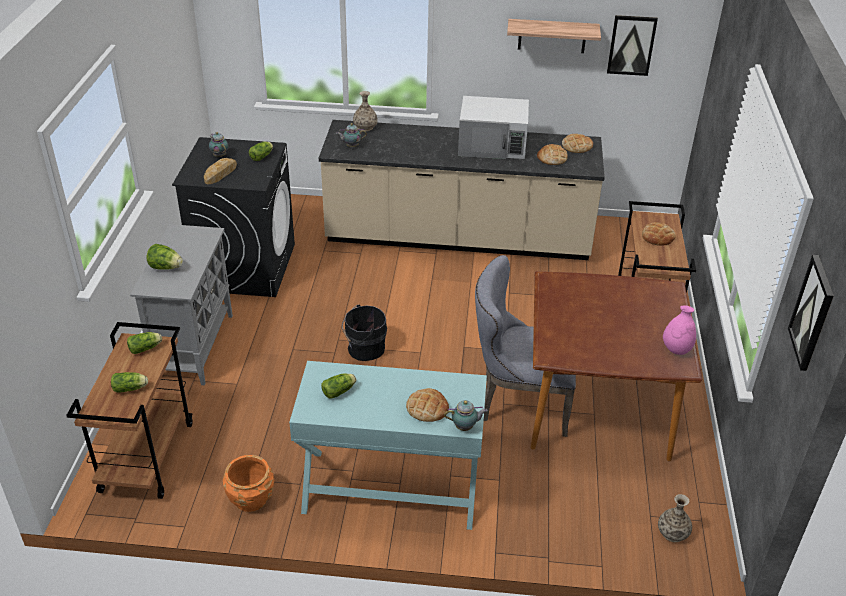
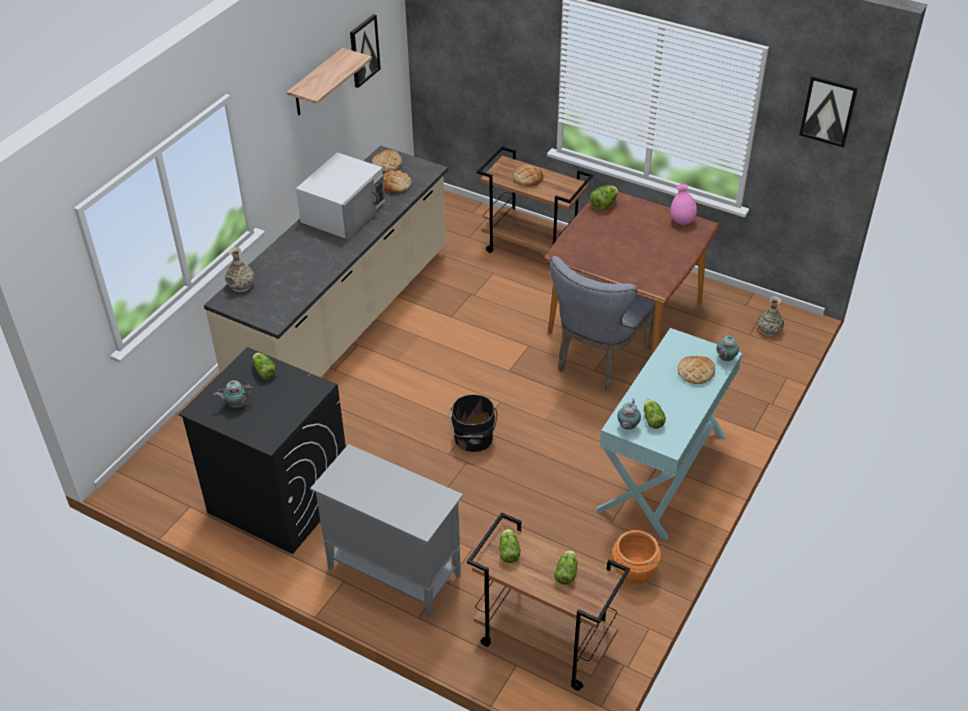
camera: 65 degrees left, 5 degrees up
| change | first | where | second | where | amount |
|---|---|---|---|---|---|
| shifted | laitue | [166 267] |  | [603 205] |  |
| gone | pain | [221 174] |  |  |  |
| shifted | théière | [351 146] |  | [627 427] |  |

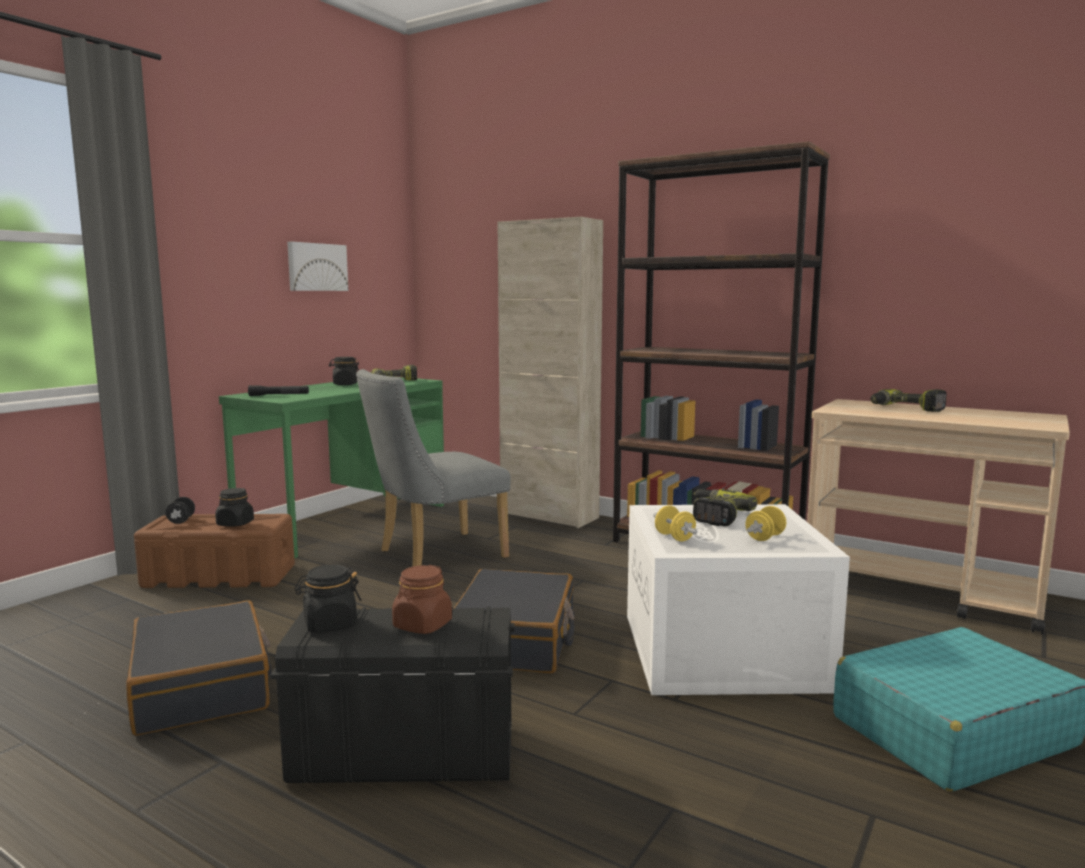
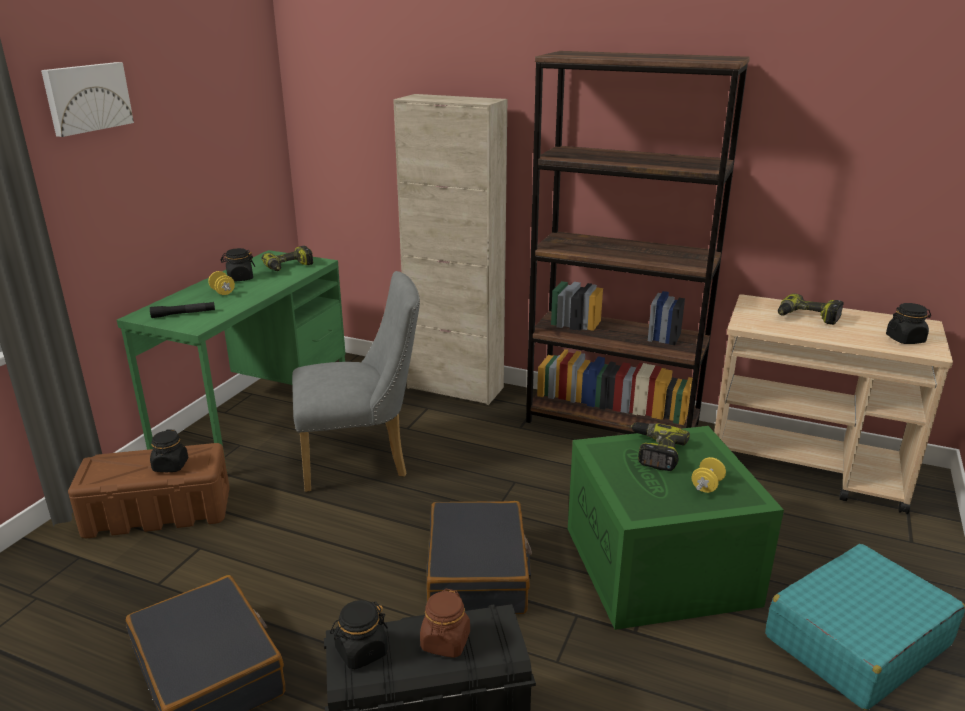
camera: 10 degrees left, 15 degrees up
| change | first | where | second | where | amount |
|---|---|---|---|---|---|
| gone | haltère/noir | [181 520] |  |  |  |
| shifted | tableau | [316 267] |  | [87 98] |  |
| rotated | chaise/gris | [433 556] |  | [362 459] | 150 degrees counterclockwise |
| repainted | boîte de rangement/blanc | [725 652] | boîte de rangement/vert | [662 566] |  |
| shifted | haltère/jaune | [674 537] |  | [222 292] |  |
| new |  |  | bocal/noir | [905 339] |  |

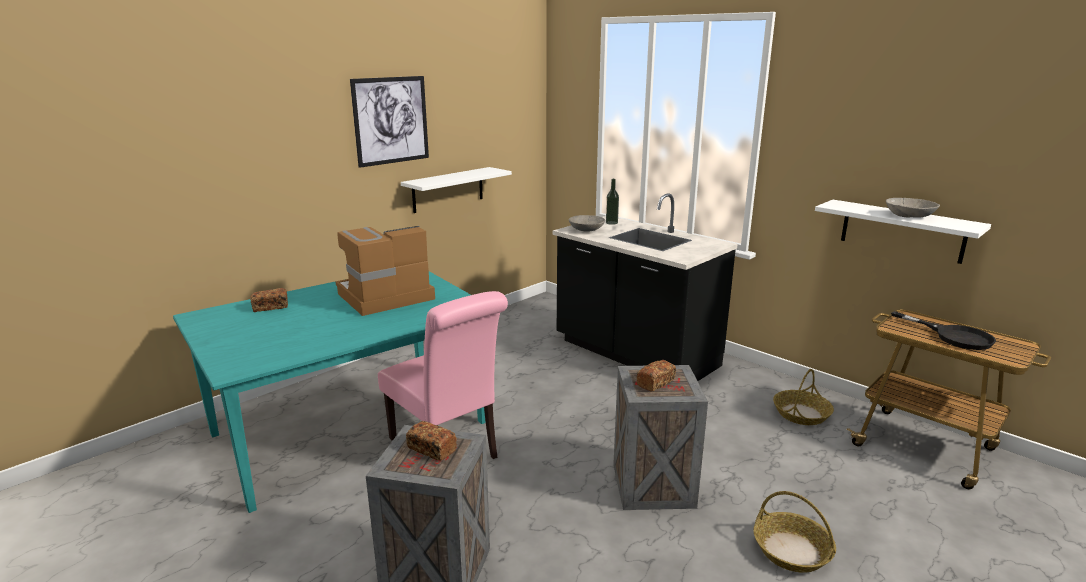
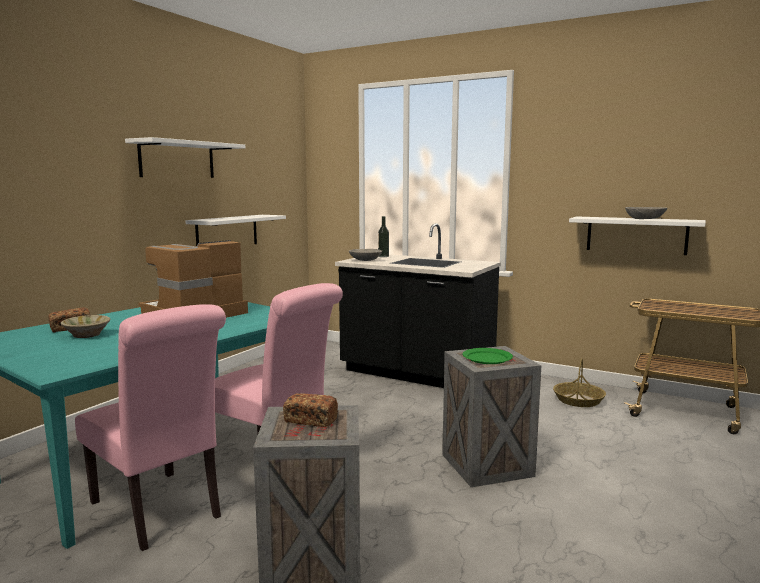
camera: 15 degrees left, 10 degrees down
| change | first | where | second | where | amount |
|---|---|---|---|---|---|
| swapped | tableau | [391 120] | étagère/blanc | [177 160] |  |
| swapped | pain | [655 382] | assiette/vert | [487 358] |  |
| gone | panier | [792 551] |  |  |  |
| gone | poêle/noir | [954 336] |  |  |  |
| new |  |  | bol/beige | [87 335] |  |
| new |  |  | chaise/rose | [160 512] |  |

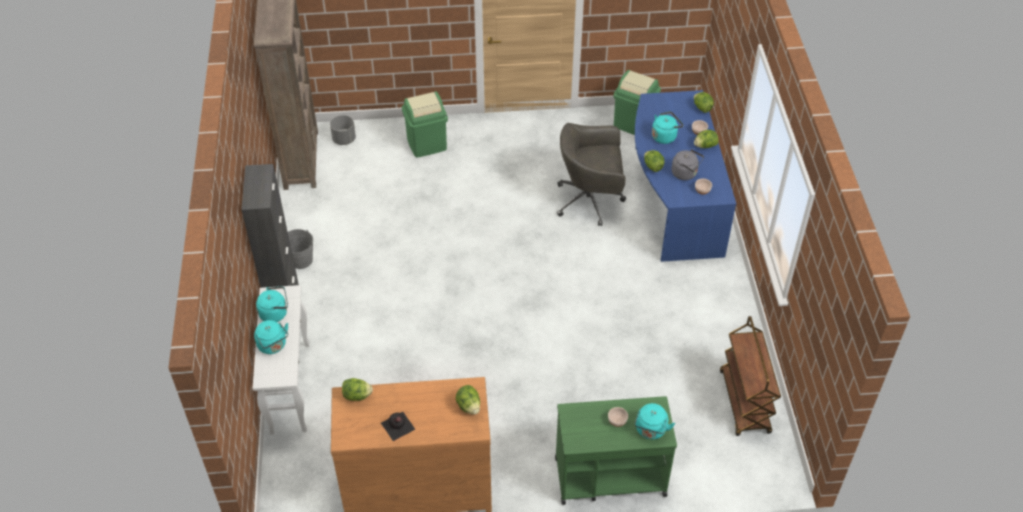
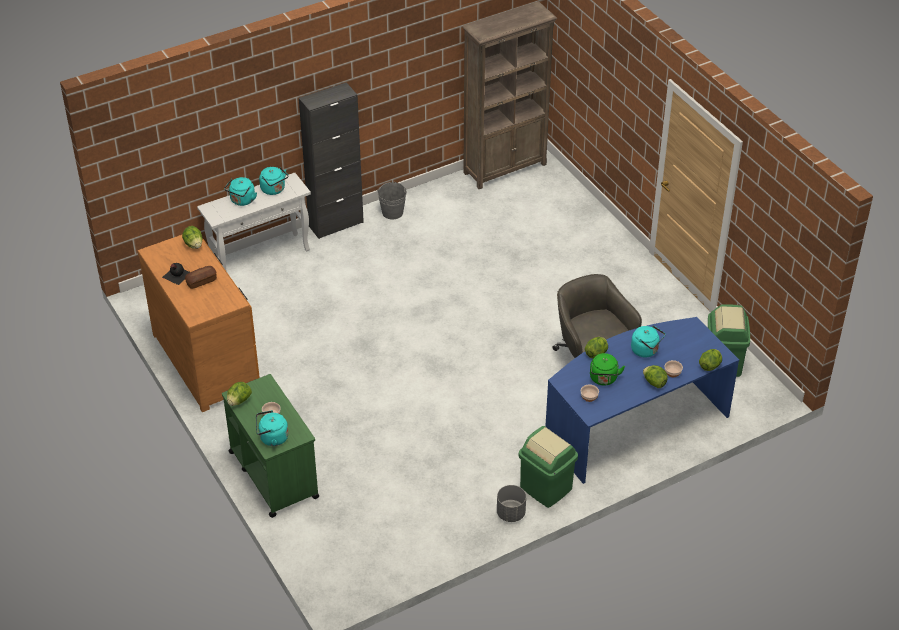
camera: 65 degrees right, 5 degrees down
| change | first | where | second | where | amount |
|---|---|---|---|---|---|
| shifted | cache-pot/gris | [344 139] |  | [511 513] |  |
| shifted | poubelle/vert | [426 144] |  | [546 488] |  |
| shifted | laitue | [469 406] |  | [239 401] |  |
| repainted | bouilloire/gris | [686 173] | bouilloire/vert | [603 379] |  |
| gone | chariot/marron | [745 402] |  |  |  |
| new |  |  | pain | [201 281] |  |

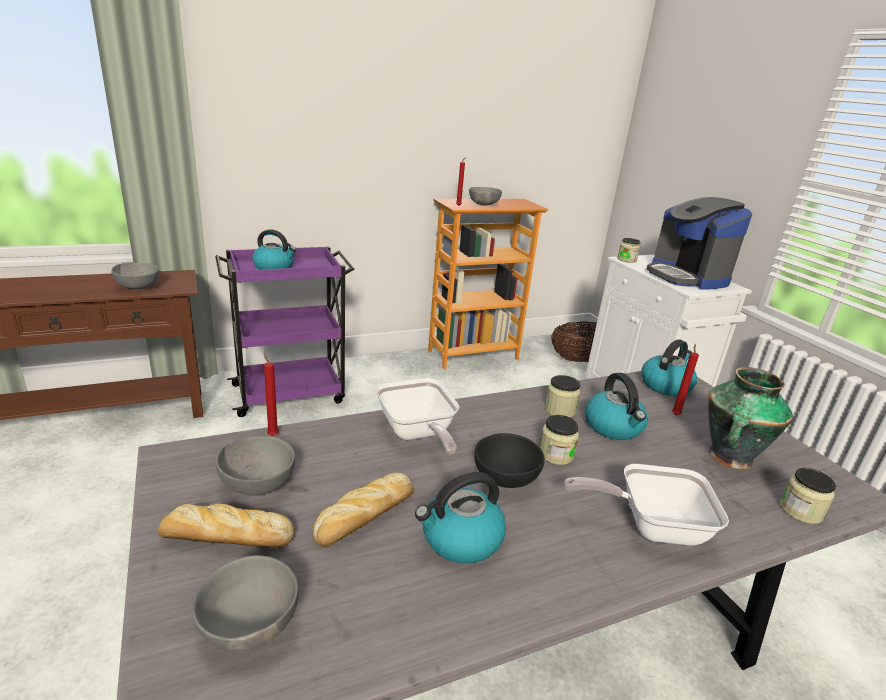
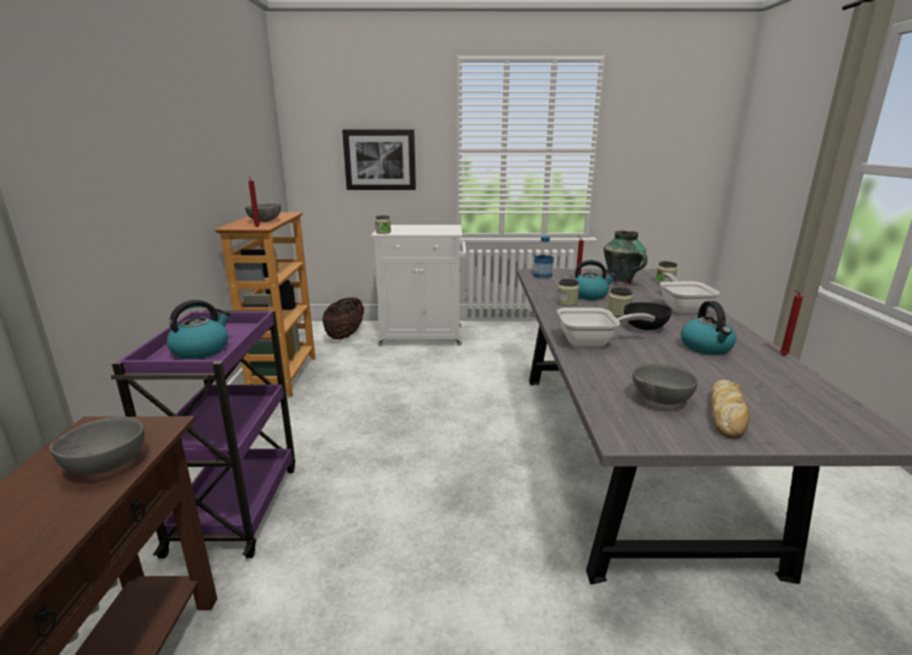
camera: 65 degrees left, 5 degrees down
| change | first | where | second | where | amount |
|---|---|---|---|---|---|
| gone | bol/gris | [249 628] |  |  |  |
| shifted | bougie/rouge | [272 435] |  | [782 355] |  |
| gone | pain | [364 516] |  |  |  |
| rotated | poêle | [650 525] |  | [682 308] | 150 degrees clockwise |
| swapped | bouilloire | [665 385] | bouteille | [542 276] |  |
| gone | machine à café | [687 277] |  |  |  |
| new |  |  | tableau | [380 160] |  |

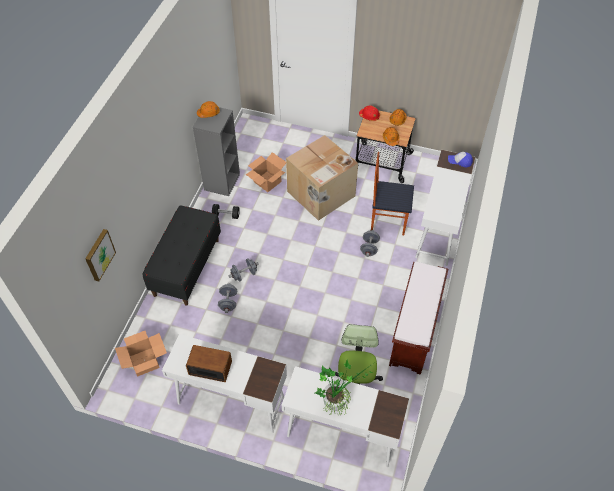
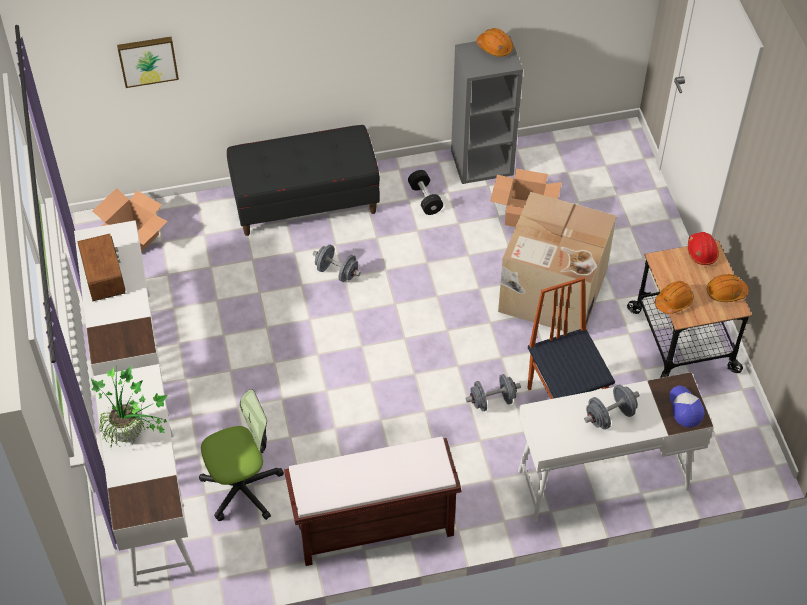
camera: 60 degrees right, 0 degrees up
| change | first | where | second | where | amount |
|---|---|---|---|---|---|
| shifted | haltère/gris | [228 302] |  | [610 416] |  |

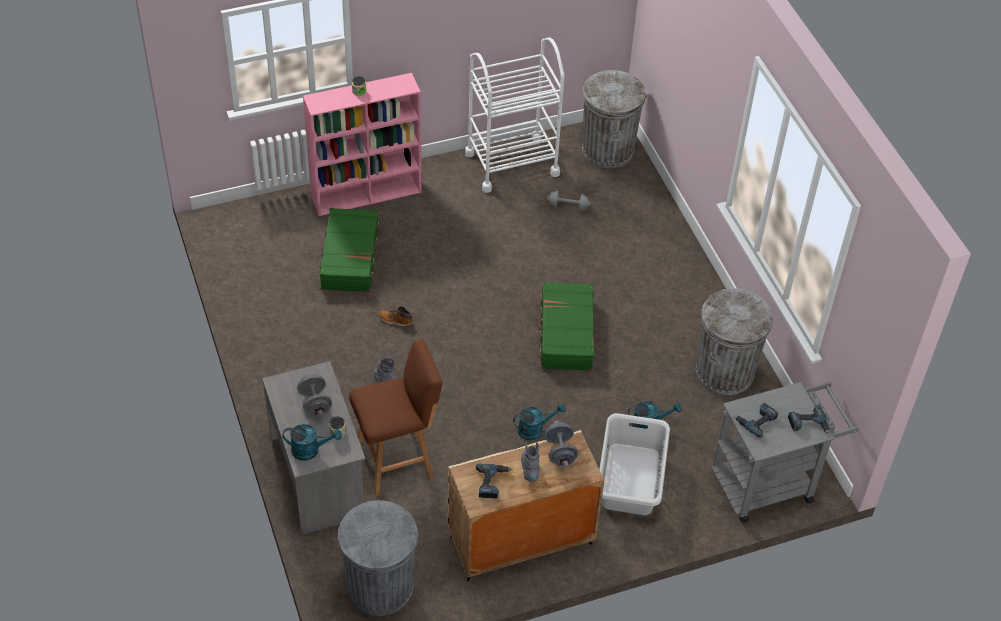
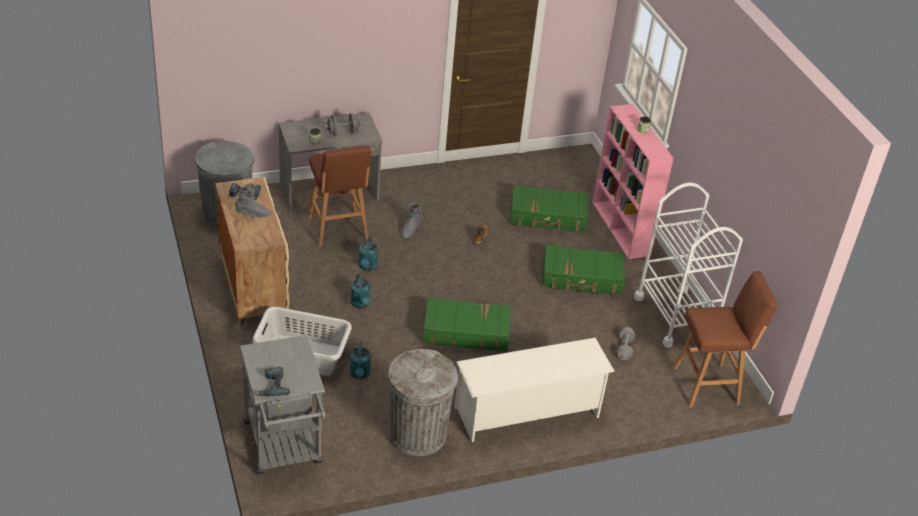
camera: 90 degrees right, 10 degrees down
| change | first | where | second | where | amount |
|---|---|---|---|---|---|
| shifted | arrosoir/turquoise | [310 450] |  | [367 267] |  |
| gone | haltère/gris | [560 452] |  |  |  |
| swapped | poubelle/gris | [608 150] | tabouret/marron | [708 385] |  |
| gone | perceuse | [756 420] |  |  |  |
| new |  |  | étagère à chaussures/blanc | [527 412] |  |
| new |  |  | valise/vert | [581 278] |  |

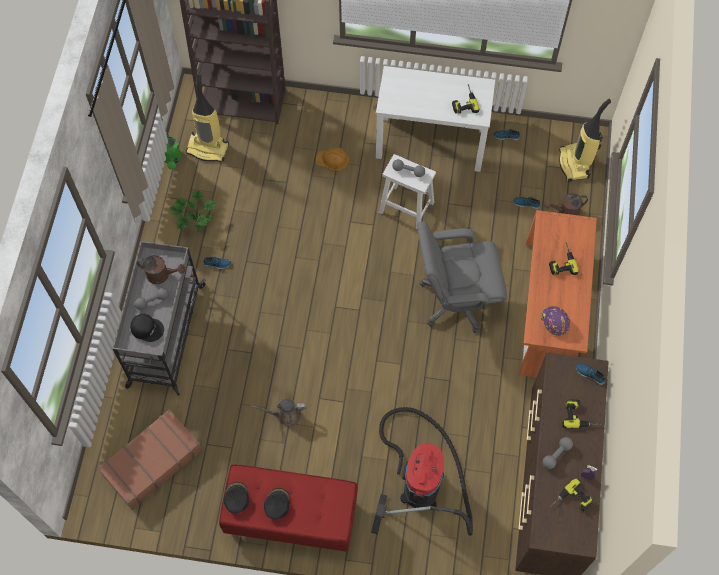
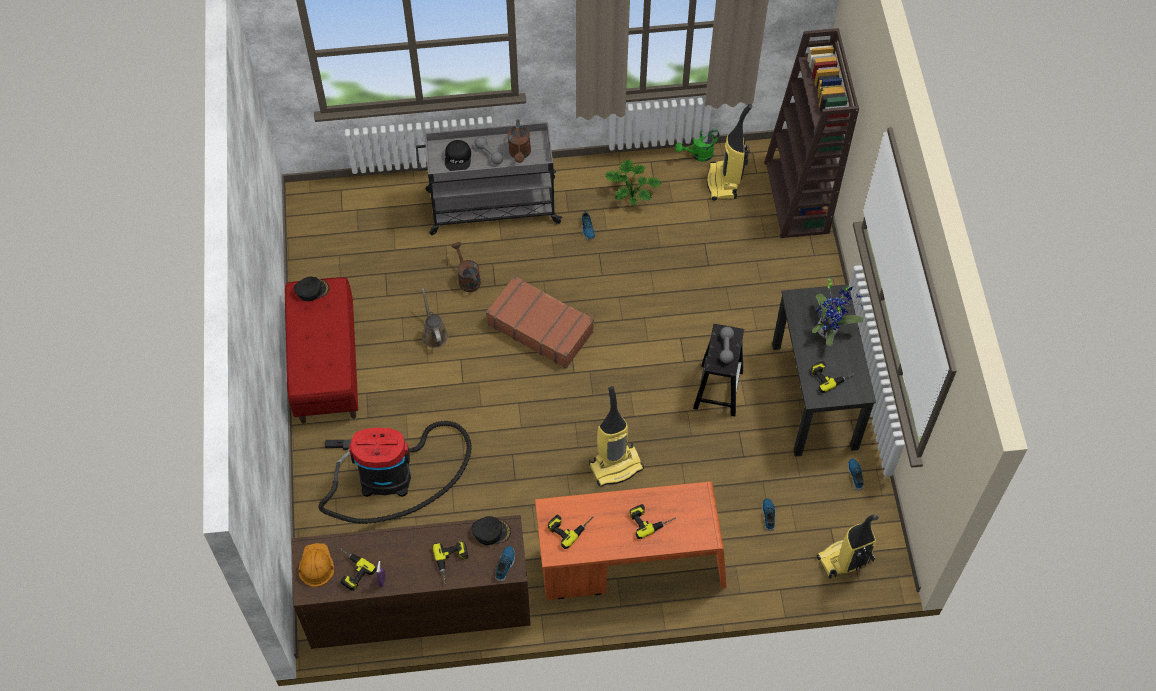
camera: 75 degrees right, 5 degrees down
| change | first | where | second | where | amount |
|---|---|---|---|---|---|
| shifted | valise/marron | [152 462] |  | [540 327] |  |
| shifted | casquette/noir | [277 504] |  | [491 531] |  |
| shifted | casque de chantier/orange | [332 160] |  | [316 565] |  |
| repainted | bureau/blanc | [431 143] | bureau/noir | [814 396] |  |
| repainted | tabouret/blanc | [405 207] | tabouret/noir | [718 388] |  |
| swapped | chaise de bureau/gris | [456 300] | aspirateur | [616 465] |  |
| swapped | casque de chantier/violet | [554 322] | perceuse | [570 526] |  |
| gone | haltère/gris | [556 454] |  |  |  |
| shifted | arrosoir/marron | [565 212] |  | [467 278] |  |
| new |  |  | plante en pot | [829 330] |  |

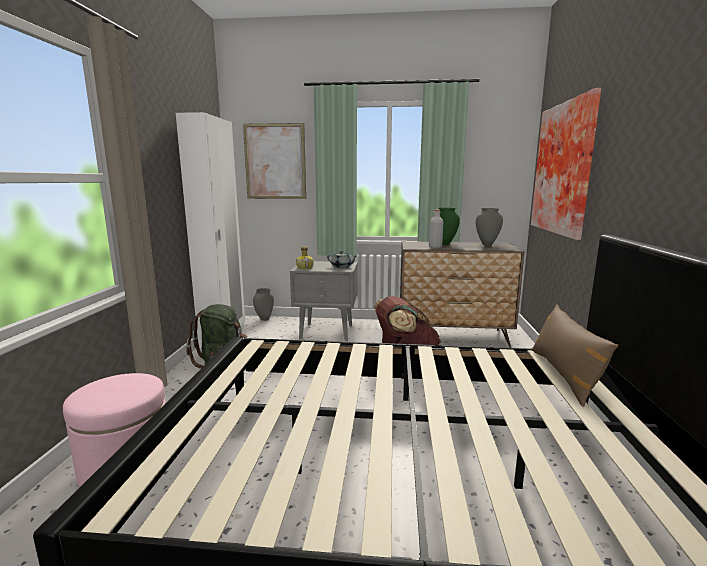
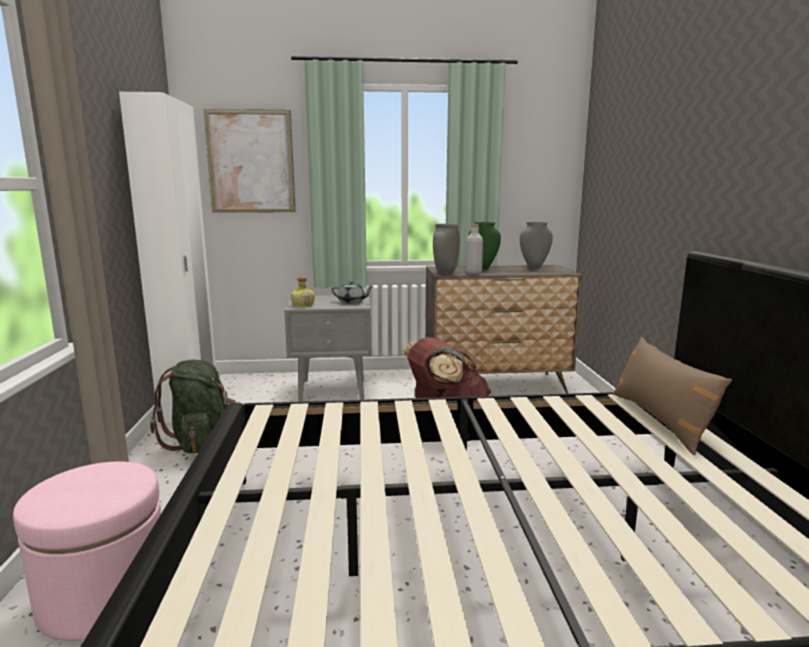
camera: 10 degrees left, 0 degrees up
| change | first | where | second | where | amount |
|---|---|---|---|---|---|
| shifted | vase/gris | [264 319] |  | [445 272] |  |
| gone | tableau | [566 169] |  |  |  |

